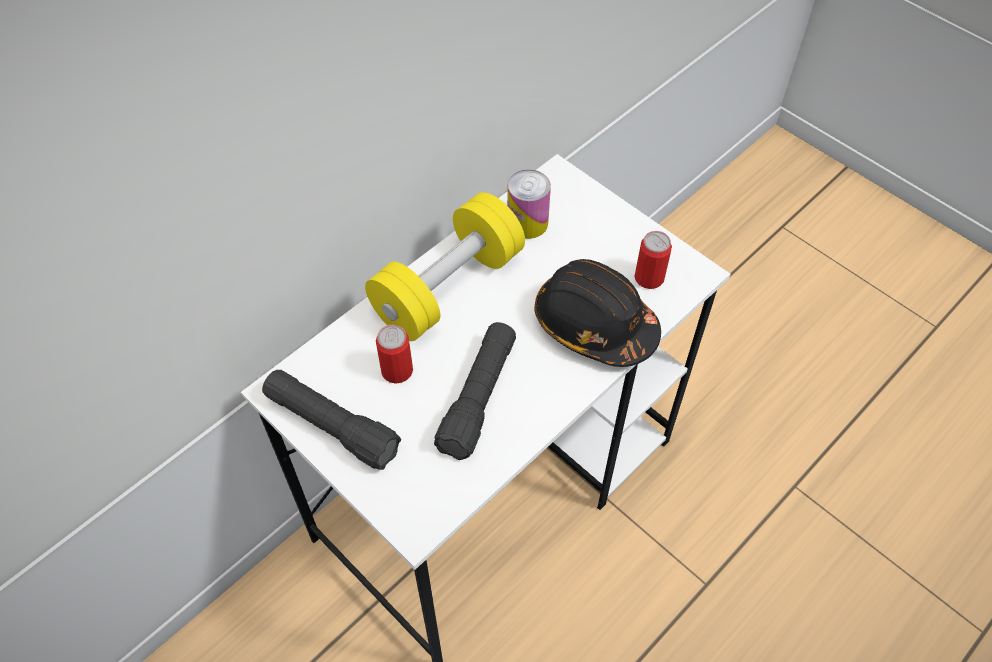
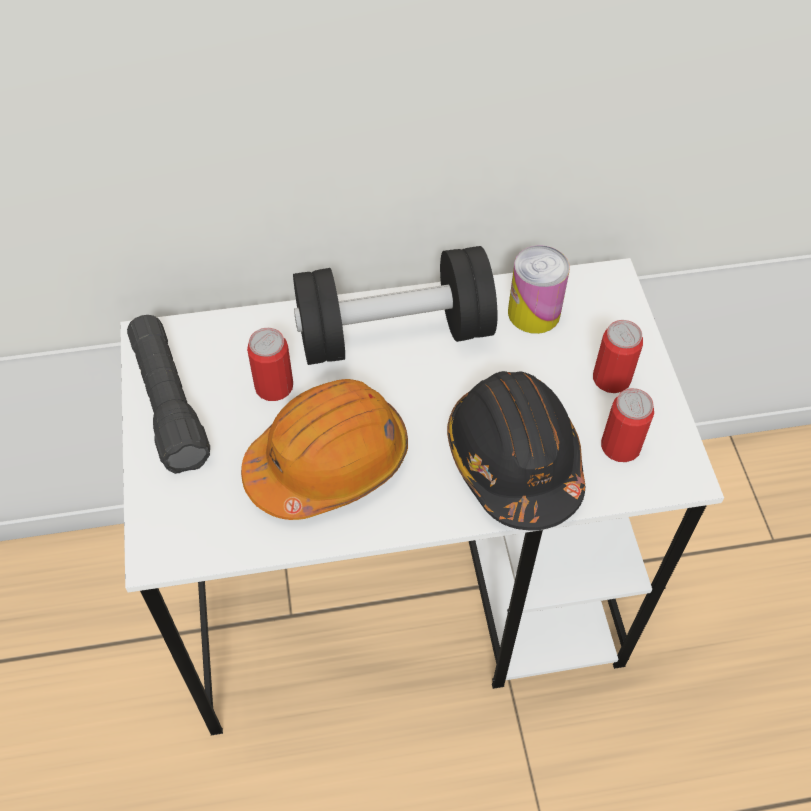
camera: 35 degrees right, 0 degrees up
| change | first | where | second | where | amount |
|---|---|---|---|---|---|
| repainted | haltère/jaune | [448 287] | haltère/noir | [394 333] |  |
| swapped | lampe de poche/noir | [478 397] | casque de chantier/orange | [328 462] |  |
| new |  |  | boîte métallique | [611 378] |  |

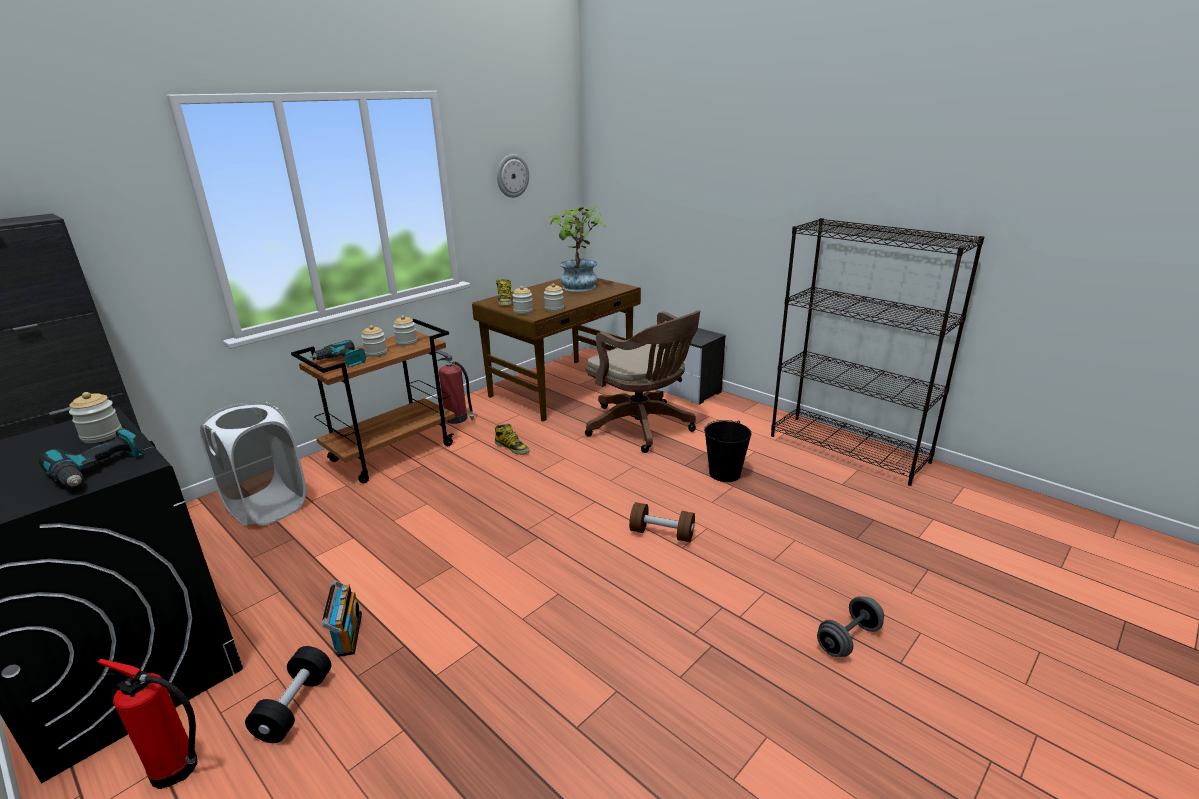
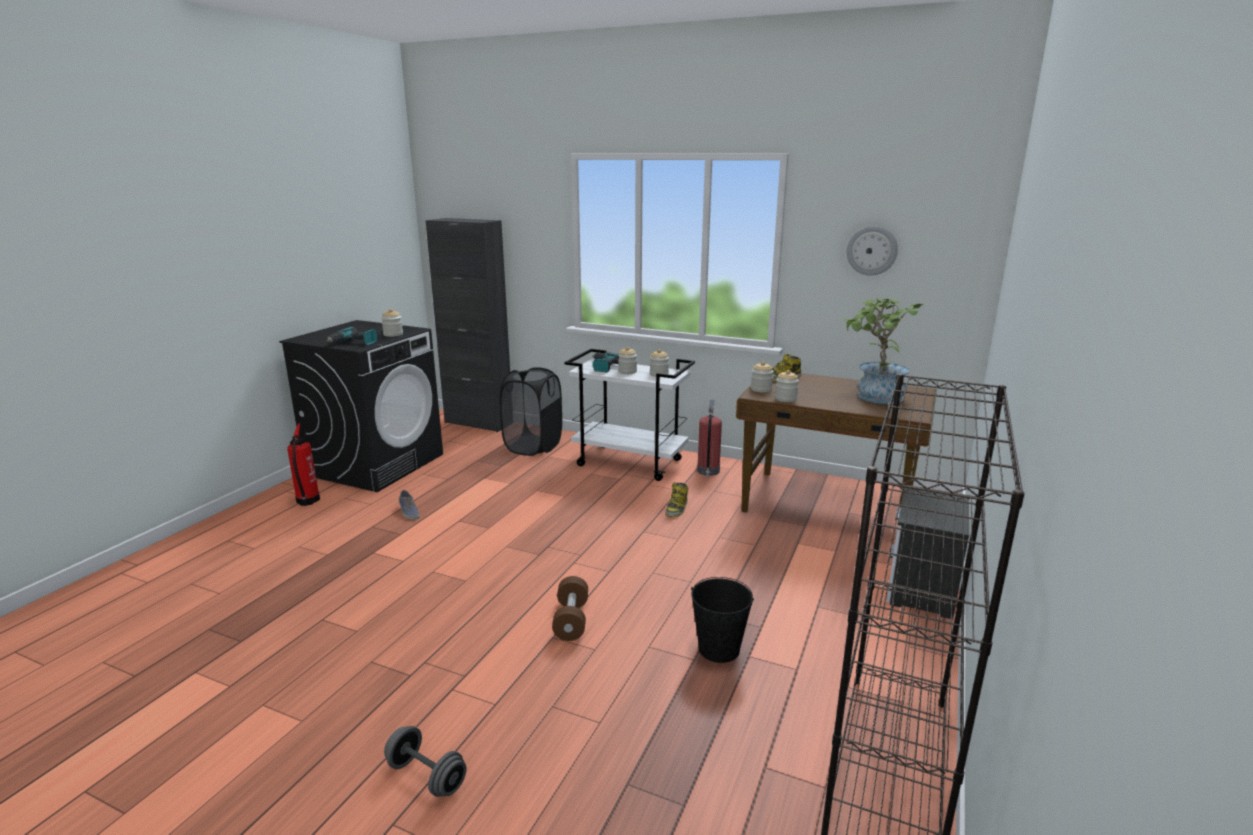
camera: 70 degrees right, 5 degrees down
| change | first | where | second | where | amount |
|---|---|---|---|---|---|
| repainted | panier à linge/blanc | [267 507] | panier à linge/noir | [533 446] |  |
| gone | haltère/noir | [295 706] |  |  |  |
| repainted | chariot/marron | [393 452] | chariot/blanc | [630 463] |  |
| swapped | radio | [346 635] | chaussure | [408 512] |  |
| gone | chaise de bureau/marron | [643 428] |  |  |  |

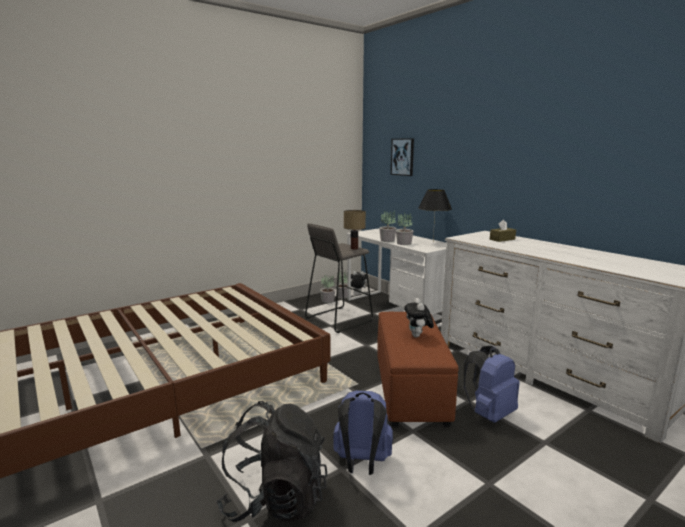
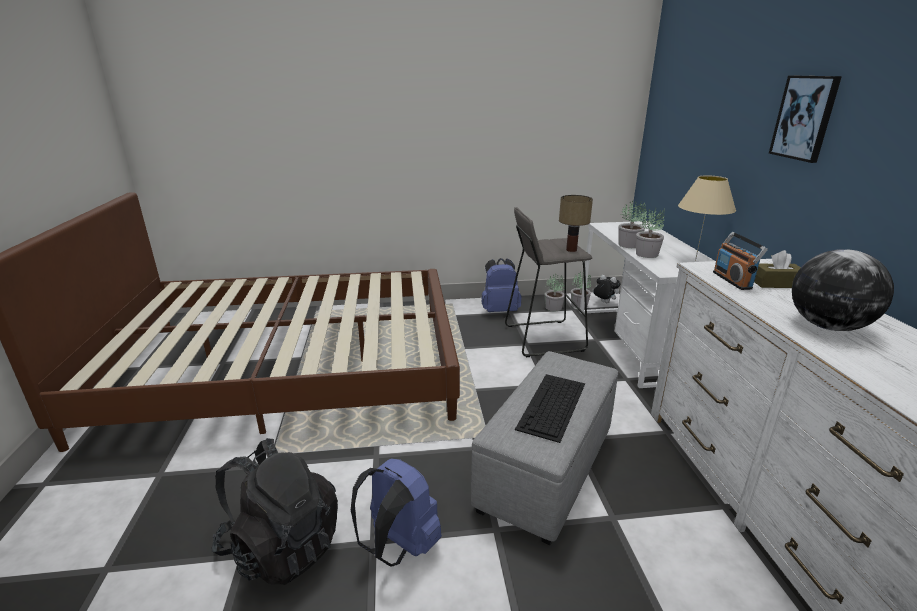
camera: 30 degrees right, 10 degrees up
| change | first | where | second | where | amount |
|---|---|---|---|---|---|
| repainted | pouf/marron | [410 390] | pouf/gris | [546 469] |  |
| shifted | tableau | [402 157] |  | [804 118] |  |
| swapped | peluche | [418 336] | clavier | [552 406] |  |
| repainted | lampe de table/noir | [433 242] | lampe de table/beige | [695 260] |  |
| shifted | sac à dos/bleu | [489 413] |  | [499 310] |  |
| new |  |  | radio | [732 280] |  |
| new |  |  | globe | [828 326] |  |

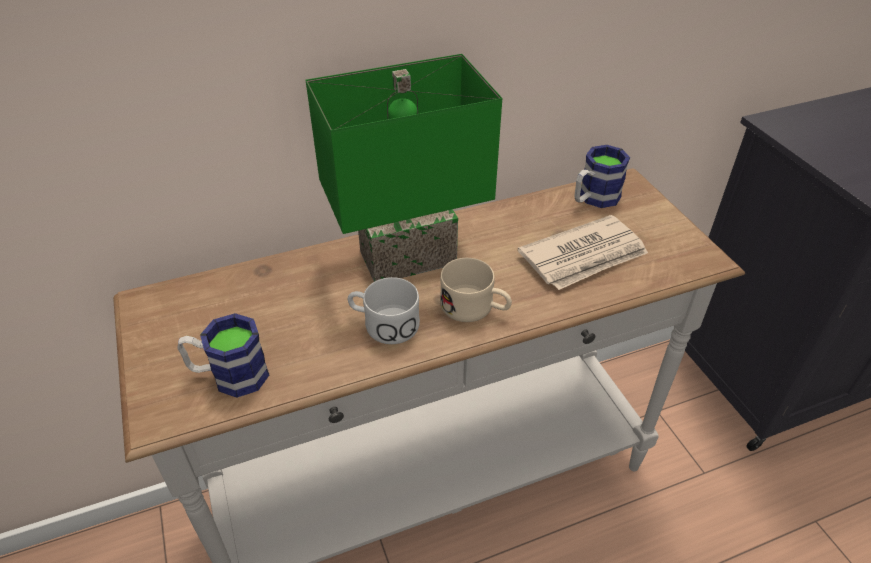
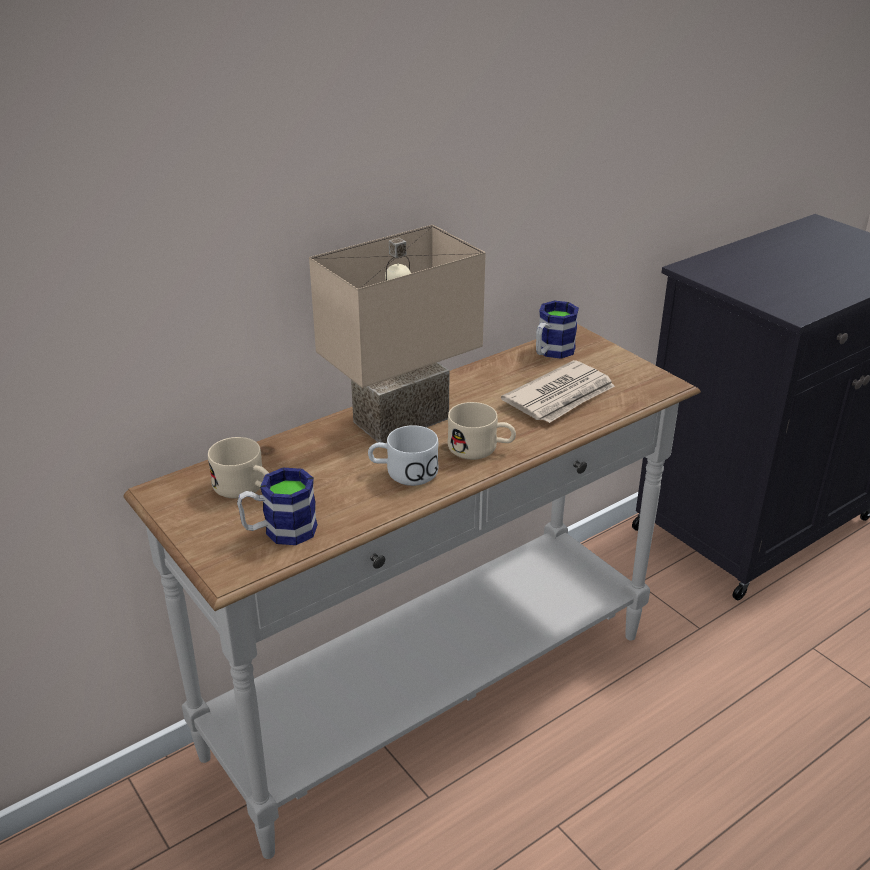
camera: 15 degrees left, 10 degrees down
| change | first | where | second | where | amount |
|---|---|---|---|---|---|
| repainted | lampe de table/vert | [407 254] | lampe de table/beige | [399 418] |  |
| new |  |  | mug/beige | [246 488] |  |

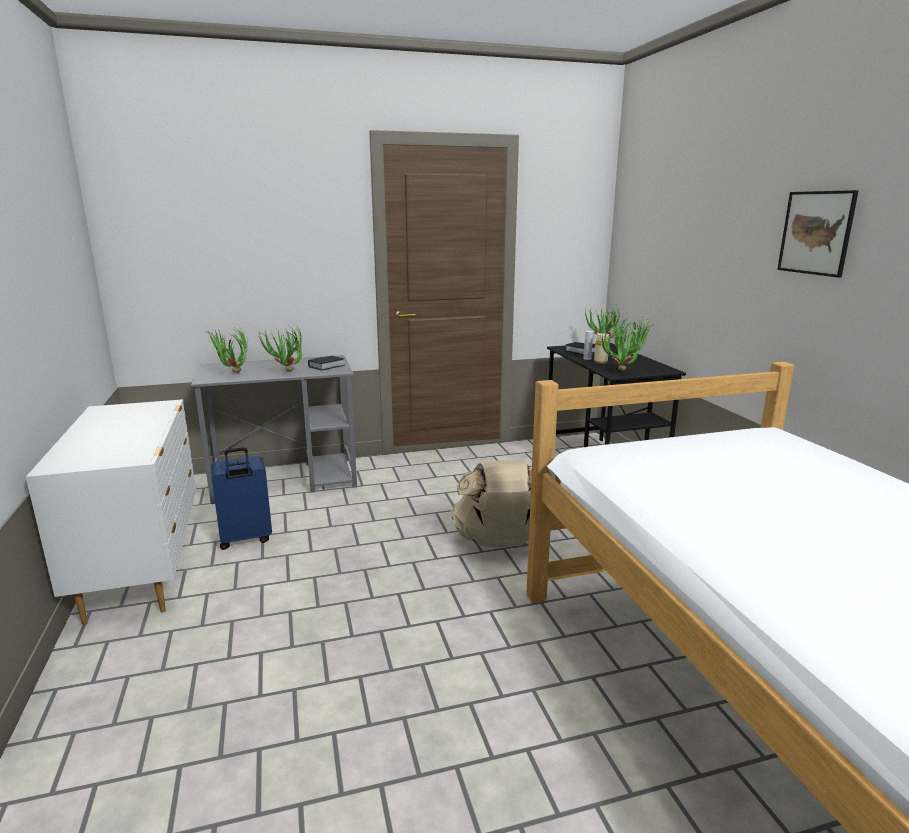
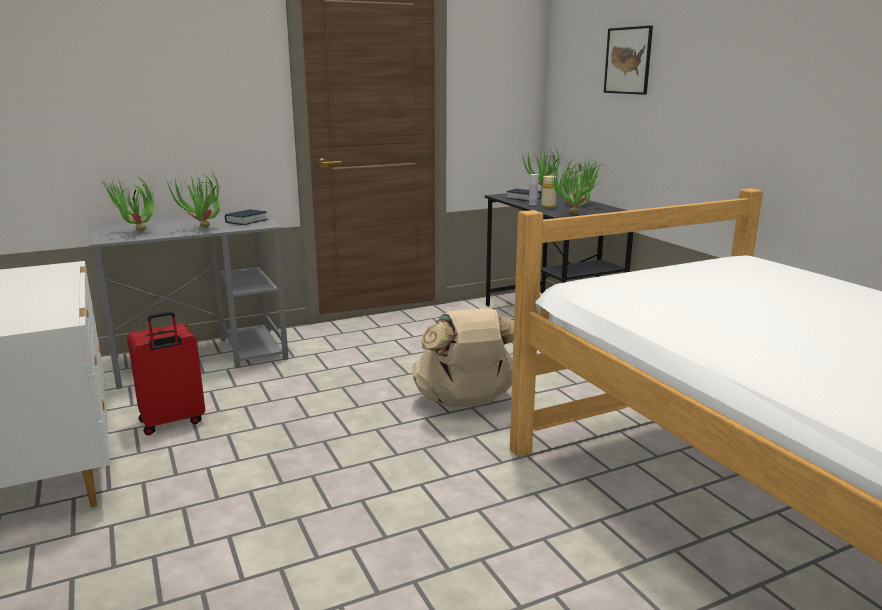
camera: 10 degrees left, 0 degrees up
| change | first | where | second | where | amount |
|---|---|---|---|---|---|
| repainted | valise/bleu | [245 539] | valise/rouge | [172 422] |  |
| shifted | tableau | [816 233] |  | [628 60] |  |

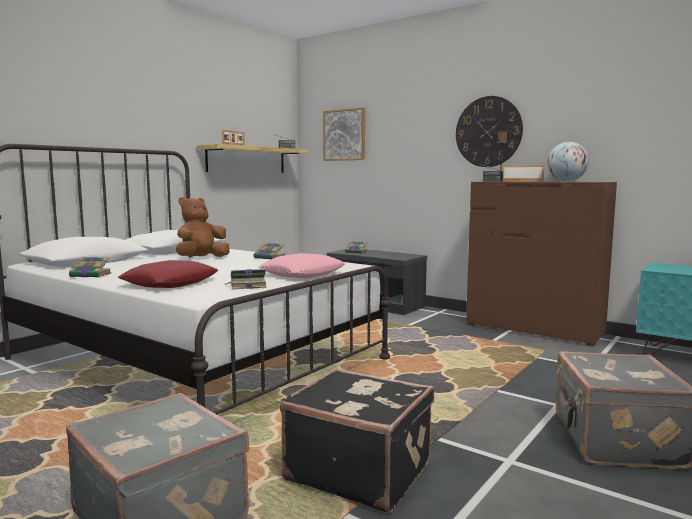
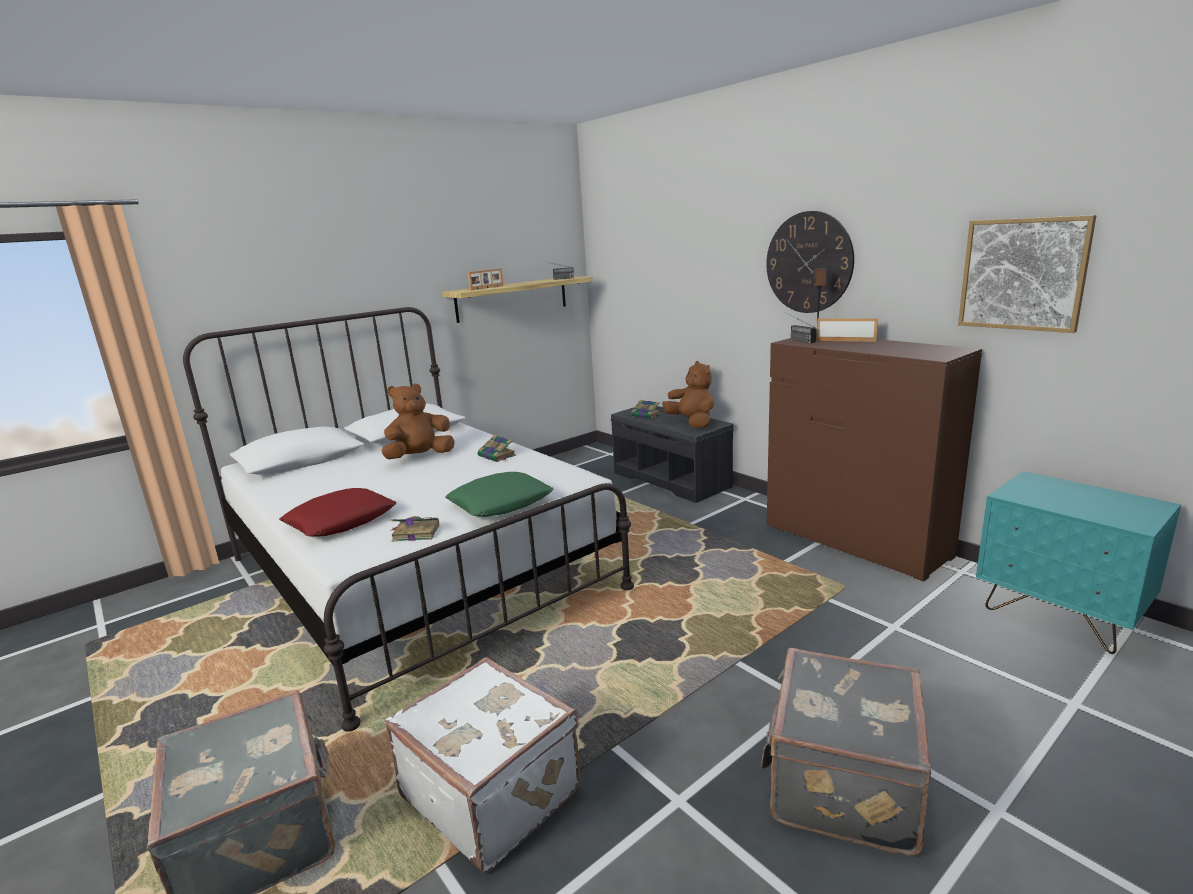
camera: 15 degrees right, 10 degrees up
| change | first | where | second | where | amount |
|---|---|---|---|---|---|
| gone | livre | [91 275] |  |  |  |
| repainted | coussin/rose | [302 274] | coussin/vert | [501 503] |  |
| repainted | valise/noir | [359 470] | valise/blanc | [493 791] |  |
| shifted | tableau | [344 135] |  | [1022 274] |  |
| gone | globe | [566 181] |  |  |  |
| new |  |  | peluche/marron | [692 423] |  |

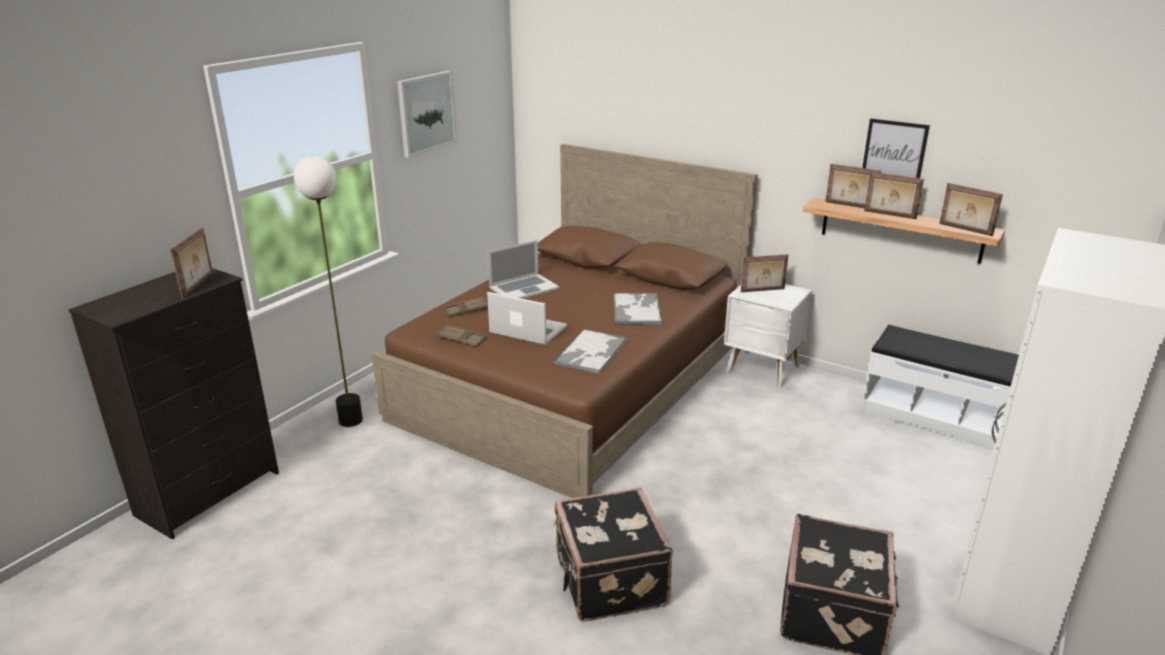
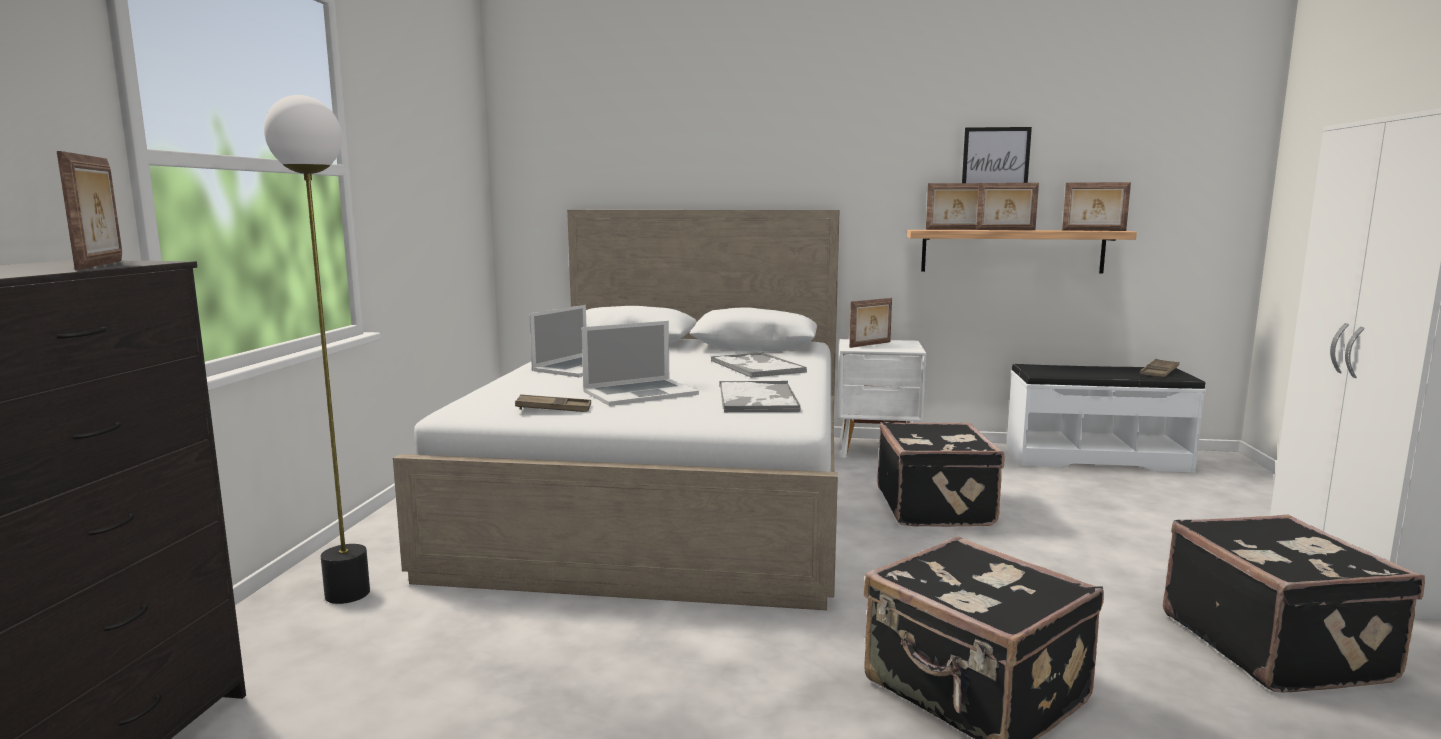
camera: 25 degrees left, 15 degrees down
| change | first | where | second | where | amount |
|---|---|---|---|---|---|
| repainted | lit/marron | [575 382] | lit/blanc | [670 494] |  |
| gone | tableau | [426 113] |  |  |  |
| shifted | plateau/marron | [466 310] |  | [1159 372] |  |
| rotated | ordinateur portable | [527 329] |  | [640 393] | 150 degrees clockwise |
| new |  |  | valise/noir | [936 507] |  |

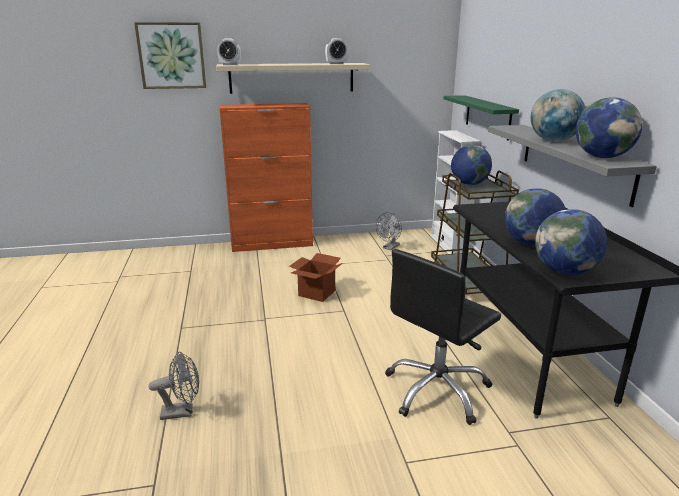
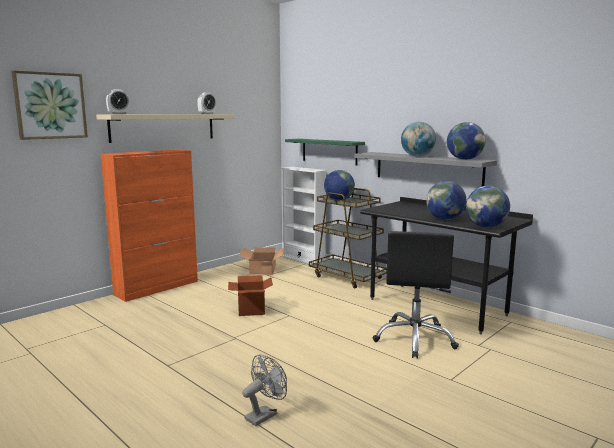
camera: 35 degrees left, 10 degrees down
| change | first | where | second | where | amount |
|---|---|---|---|---|---|
| swapped | ventilateur/gris | [389 248] | carton | [263 269] |  |

